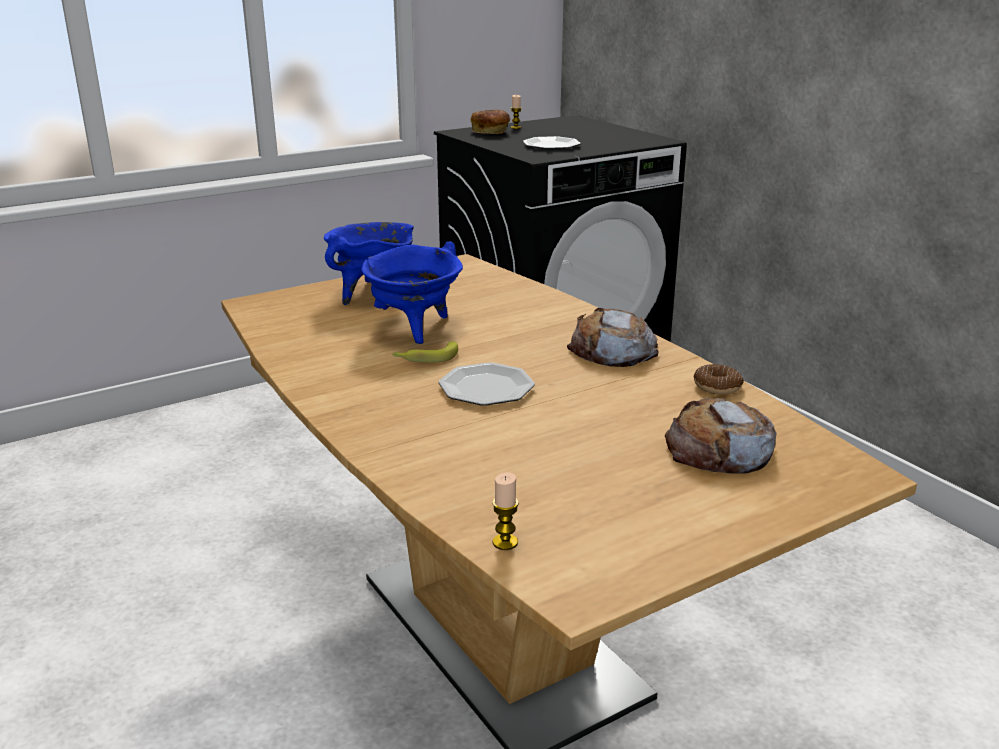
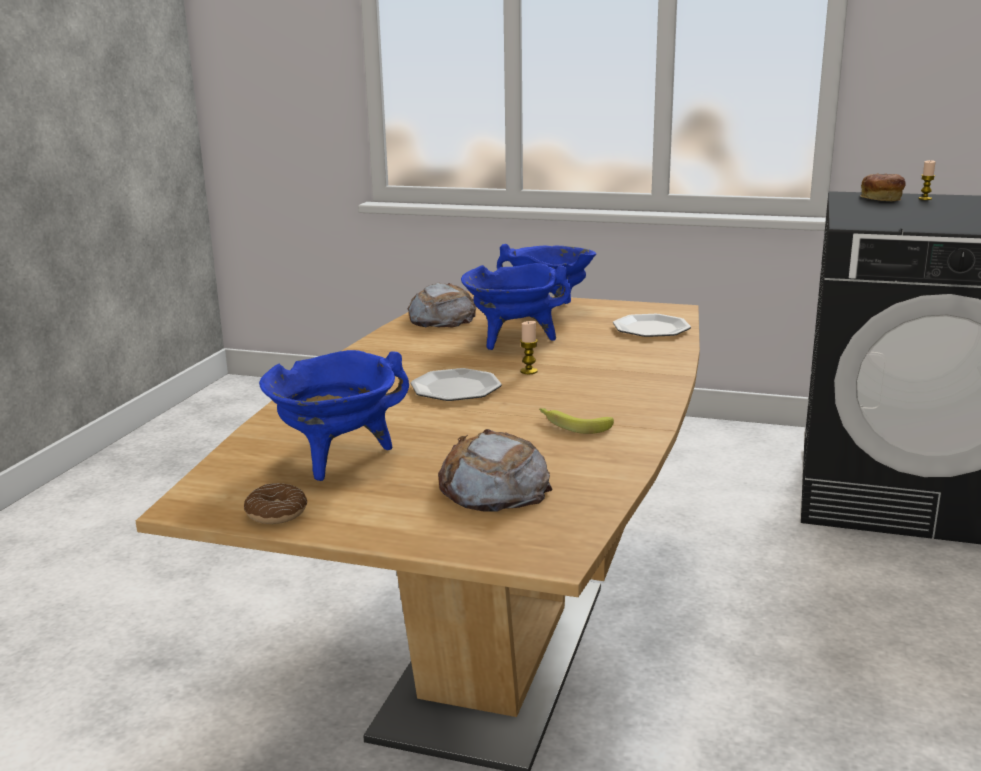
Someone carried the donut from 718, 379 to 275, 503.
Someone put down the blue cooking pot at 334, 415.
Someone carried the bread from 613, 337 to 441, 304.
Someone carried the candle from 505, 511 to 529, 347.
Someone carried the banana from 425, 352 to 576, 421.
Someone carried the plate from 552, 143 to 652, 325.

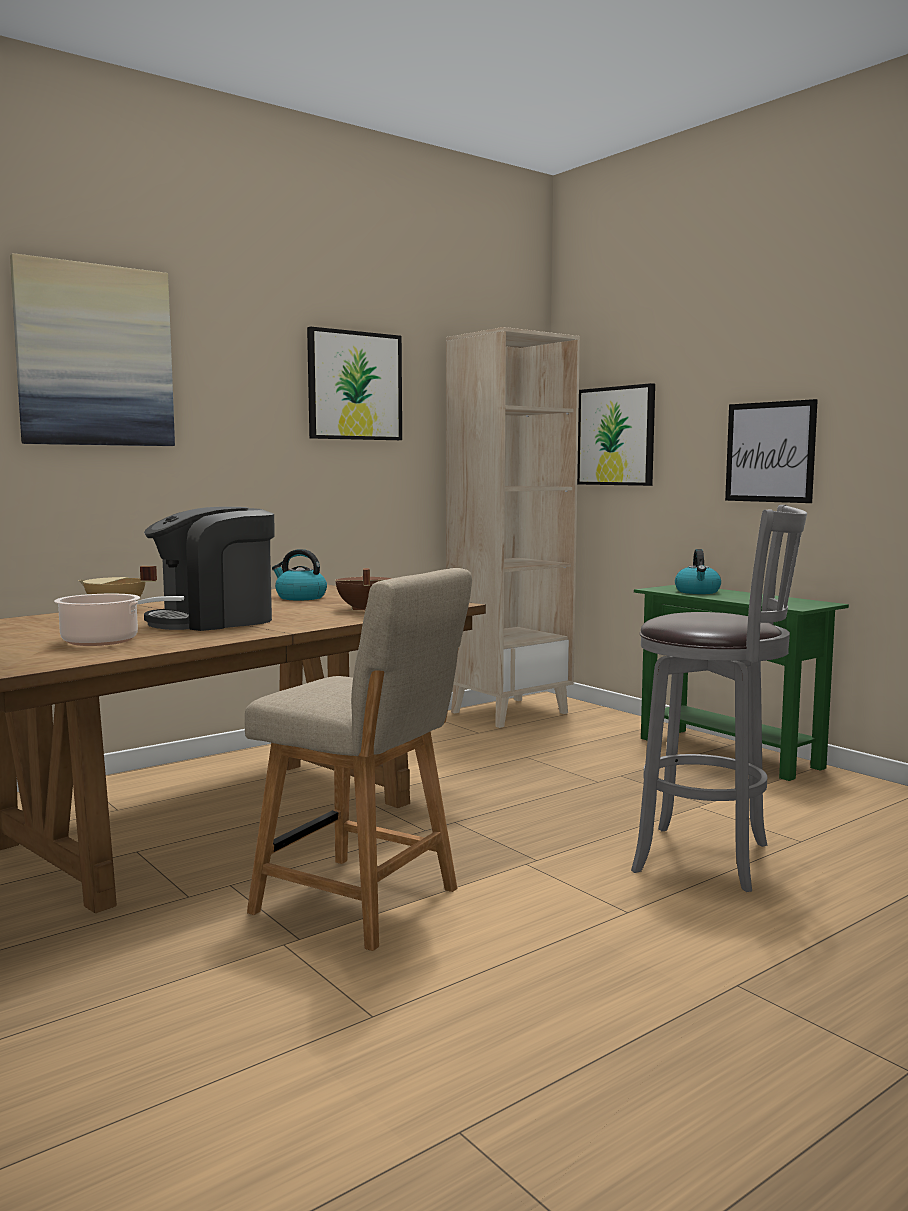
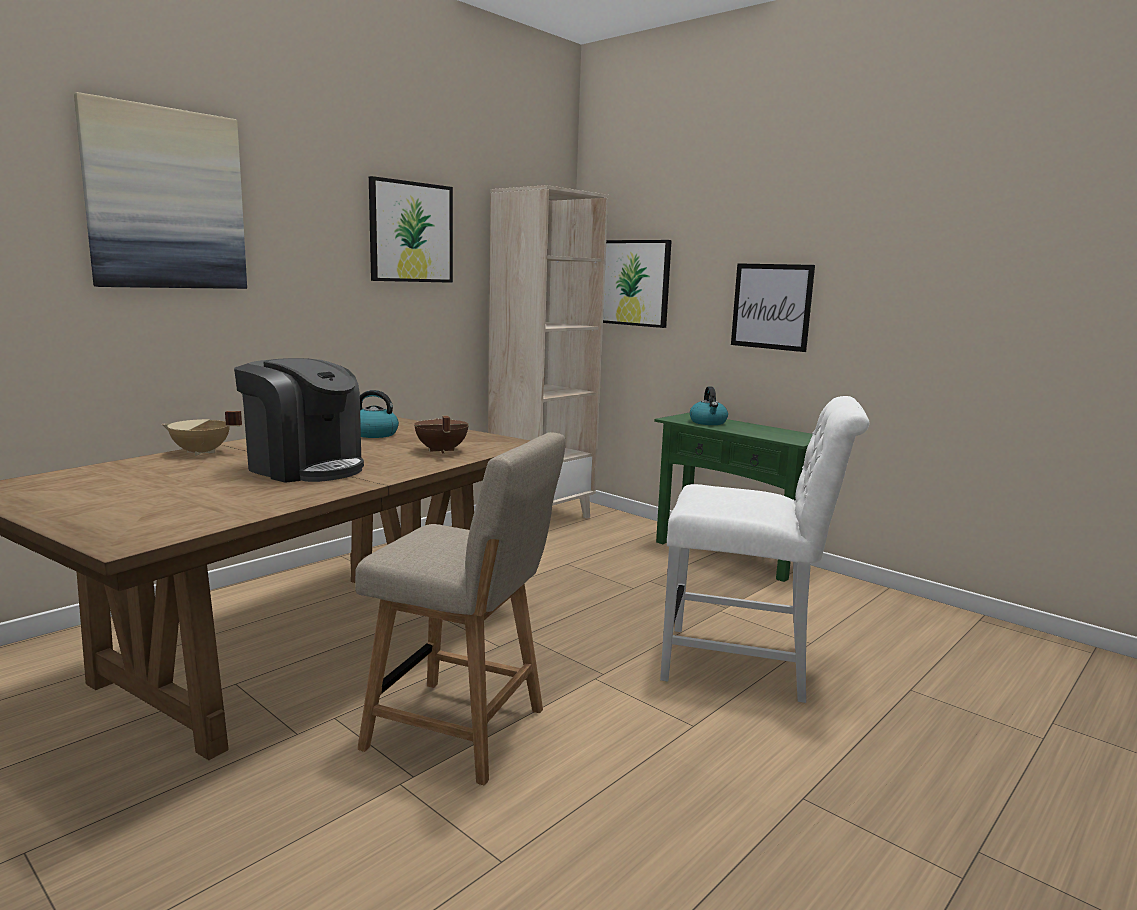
Someone rotated the coffee machine at 209, 569 by 105 degrees counterclockwise.
Someone swapped the grey stool at 719, 698 for the white chair at 764, 549.
Someone took away the cooking pot at 119, 620.

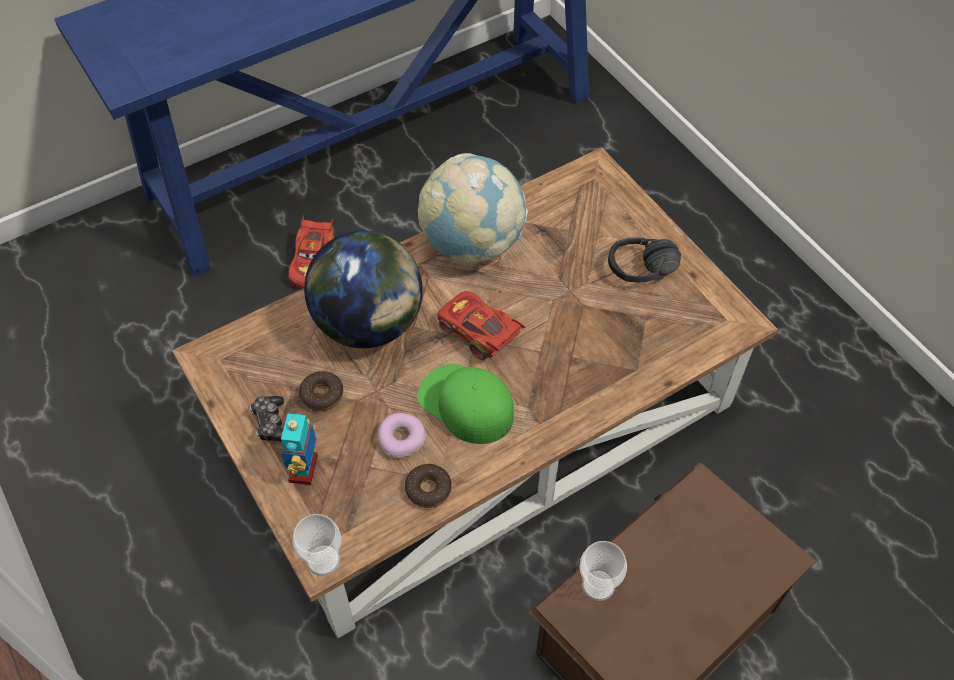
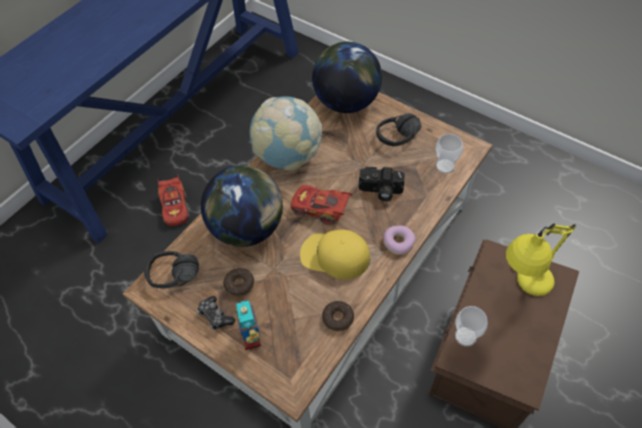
Someone put down the black headphones at 171, 269.
Someone repainted the green cap at 465, 404, which became the yellow cap at 335, 254.
Someone put down the globe at 347, 77.
Someone put down the photo camera at 382, 184.
Someone carried the donut from 401, 435 to 399, 240.
Someone carried the cup from 317, 545 to 449, 154.
Someone put down the yellow table lamp at 541, 259.

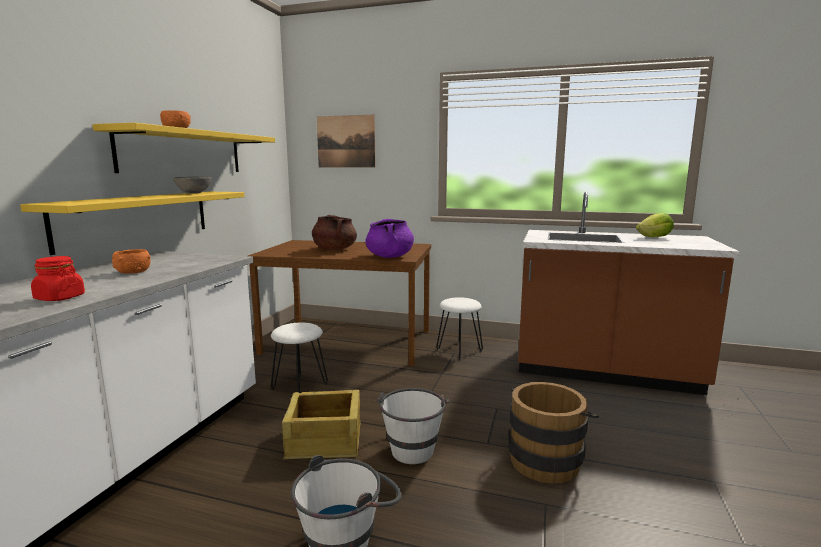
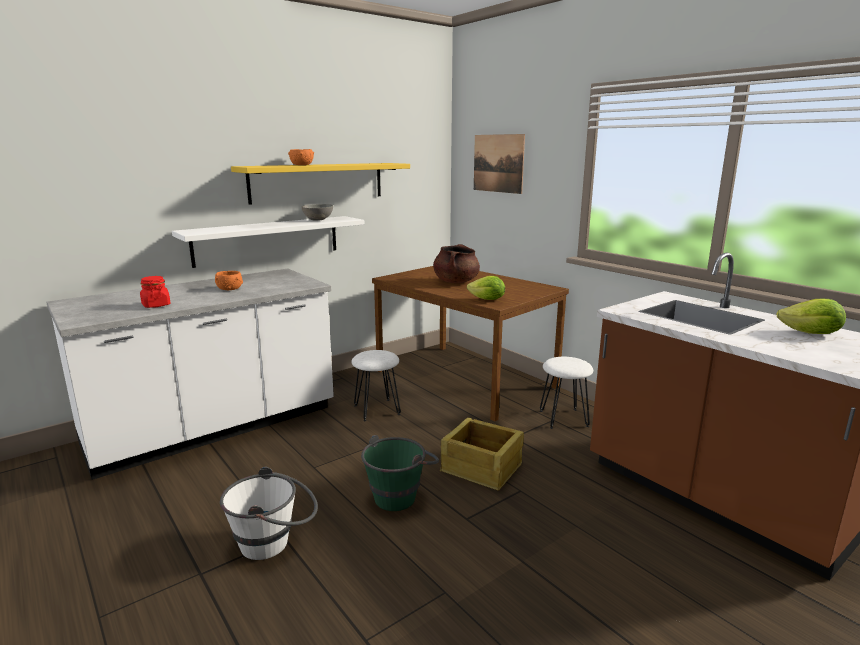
Someone repainted the yellow shelf at 132, 223, which became the white shelf at 268, 242.
Someone repainted the white bucket at 413, 426, which became the green bucket at 400, 473.
Someone carried the crate from 321, 425 to 482, 454.
Someone swapped the purple cooking pot at 389, 238 for the lettuce at 486, 288.
Someone took away the brown bucket at 553, 433.

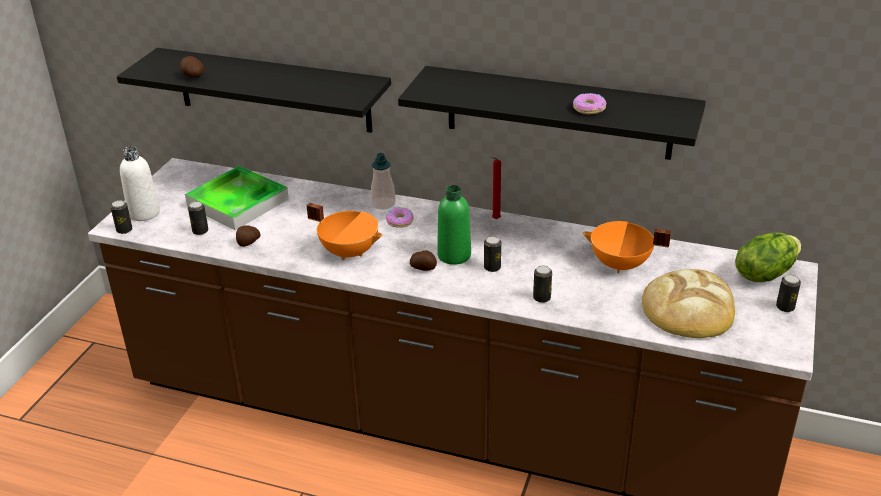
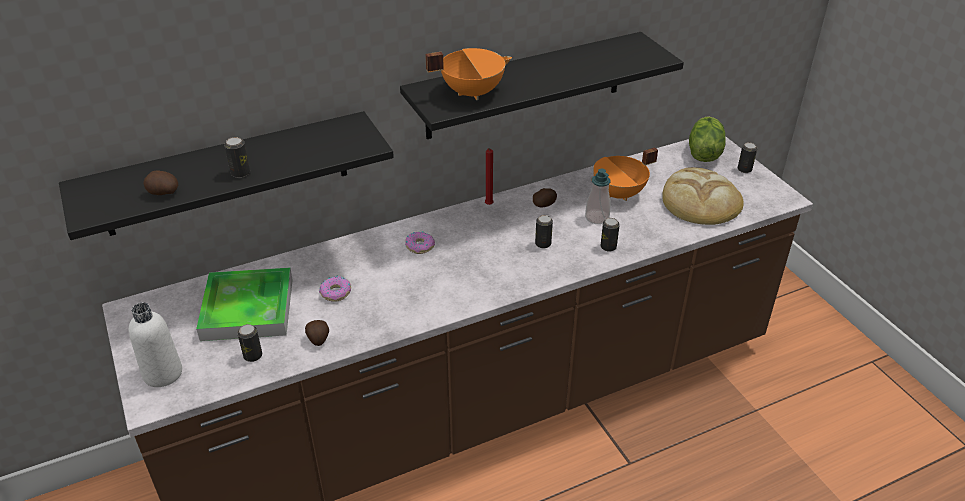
Someone carried the can from 121, 217 to 237, 157.
Someone carried the donut from 589, 103 to 335, 289.
Someone carried the orange cooking pot from 344, 231 to 468, 74.
Someone carried the potato from 423, 260 to 545, 197.
Someone carried the soap dispenser from 383, 181 to 598, 196.
Someone took away the green bottle at 454, 225.

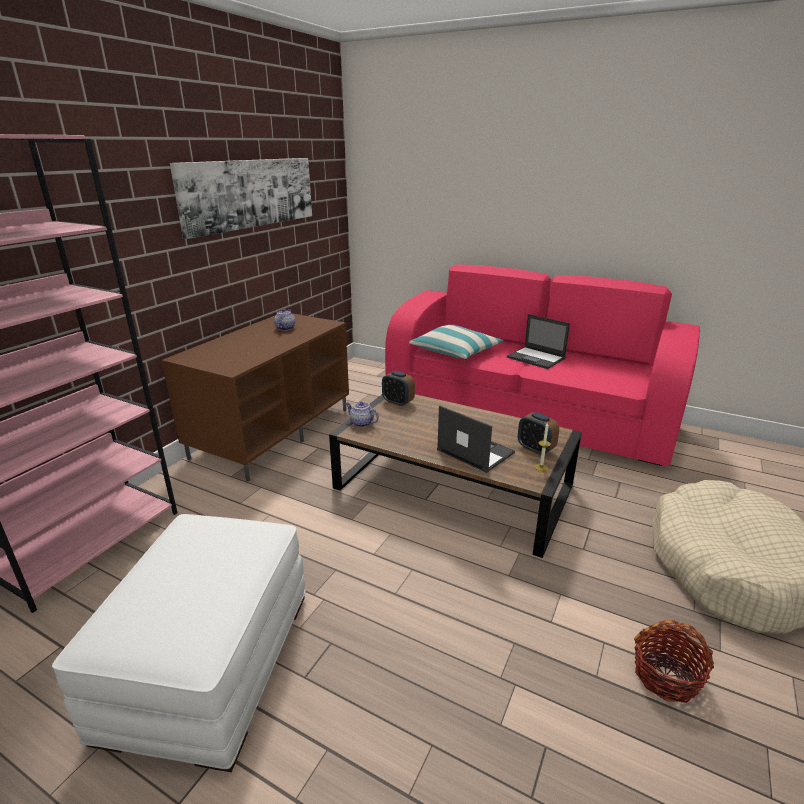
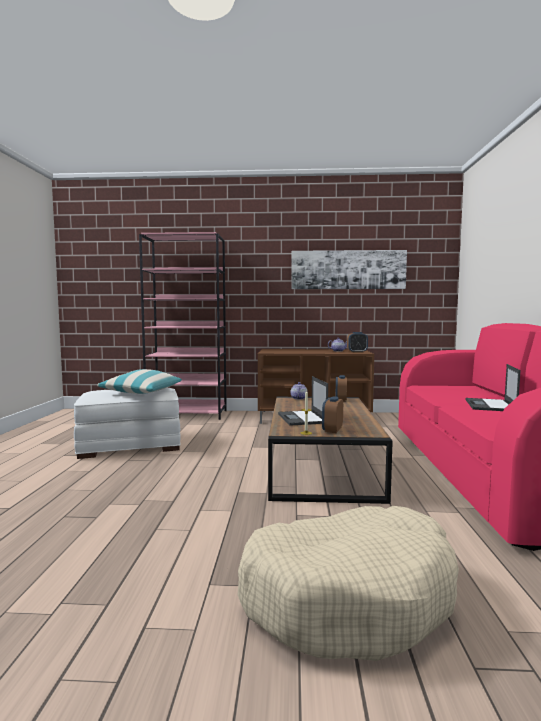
Someone carried the pillow from 456, 342 to 139, 381.
Someone rotated the laptop at 476, 439 by 150 degrees clockwise.
Someone put down the alarm clock at 357, 342.
Someone took away the basket at 674, 661.

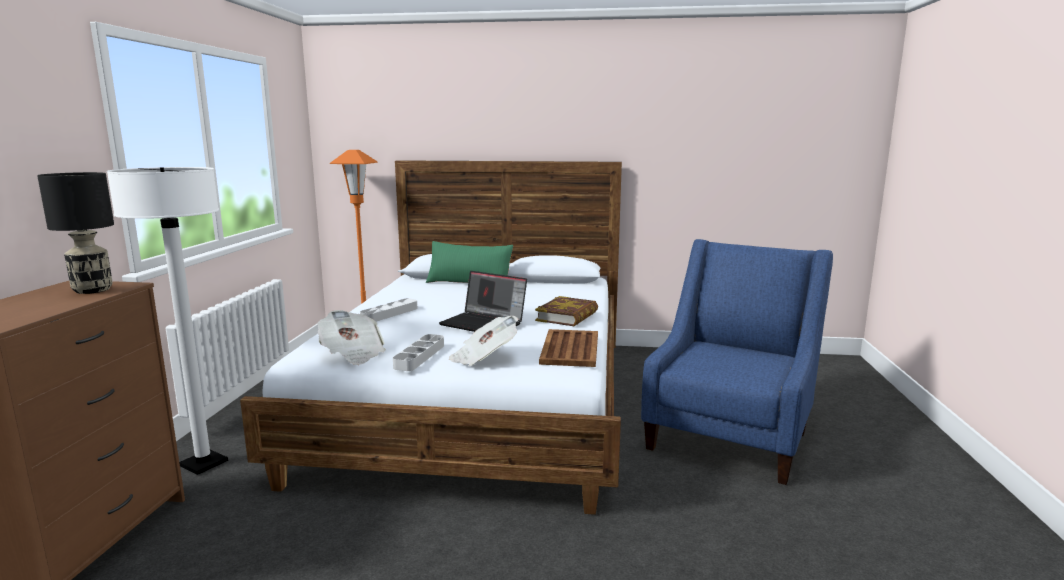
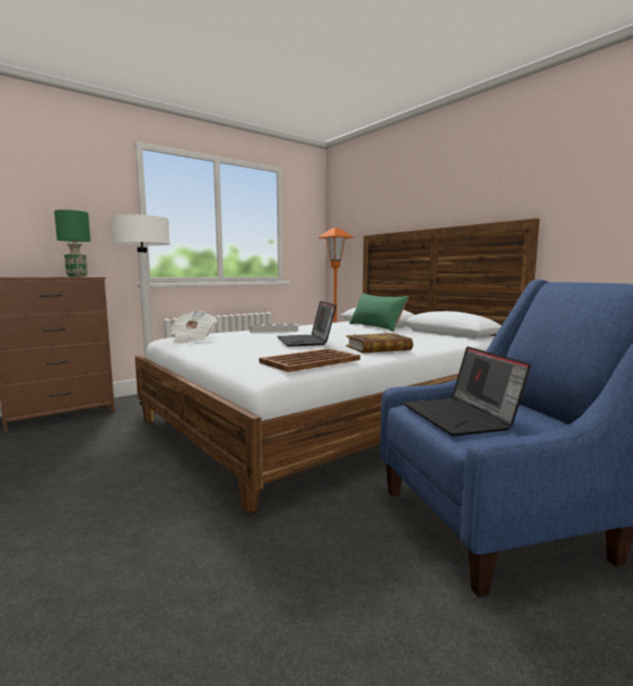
Someone repainted the black table lamp at 75, 233, which became the green table lamp at 72, 243.
Someone put down the laptop at 467, 391.
Someone took away the grey tray at 418, 352.
Someone took away the newspaper at 484, 341.

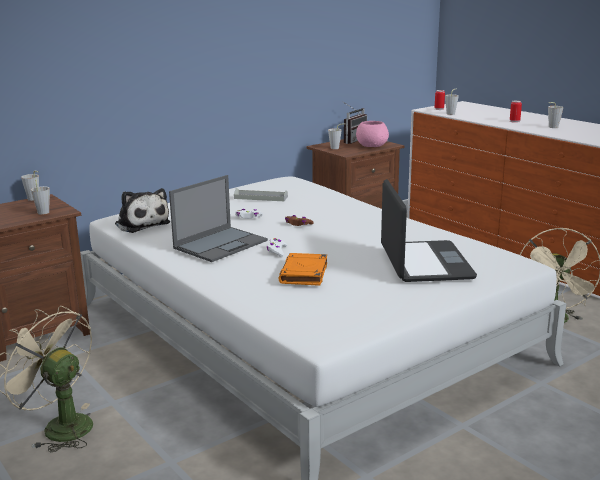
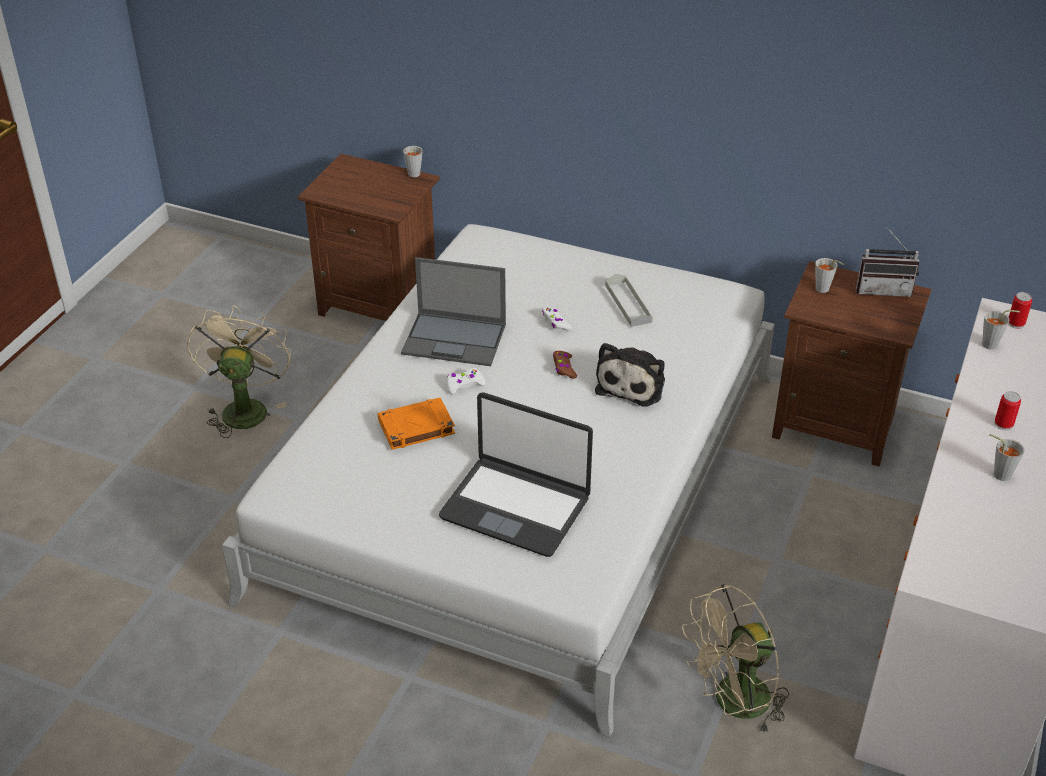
Someone rotated the laptop at 429, 230 by 60 degrees clockwise.
Someone carried the plush toy from 142, 210 to 630, 375.
Someone took away the grey cup at 40, 196.
Someone took away the pink bowl at 372, 134.

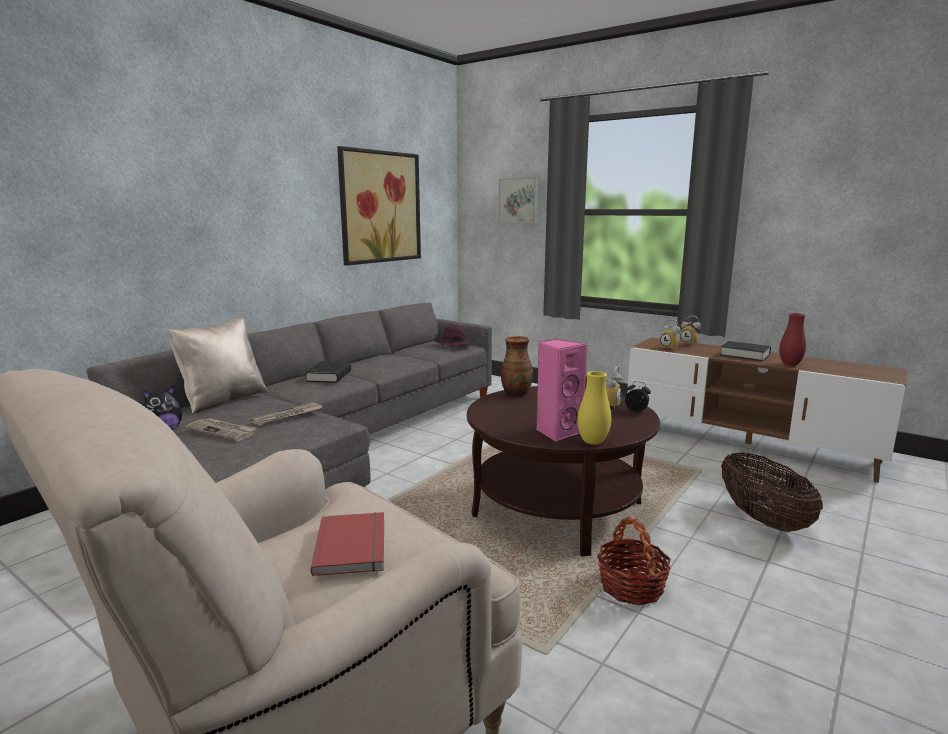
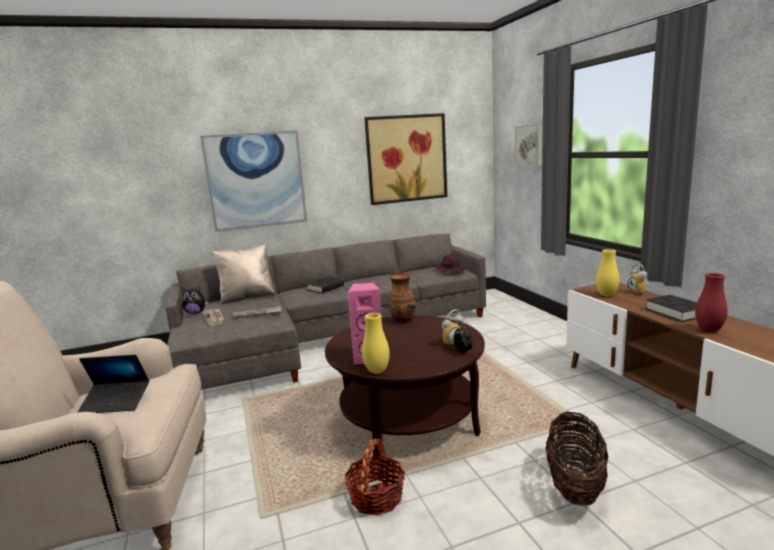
Someone swapped the red book at 347, 544 for the laptop at 113, 384.
Someone put up the picture at 253, 181.
Someone swapped the alarm clock at 670, 334 for the yellow vase at 607, 272.

